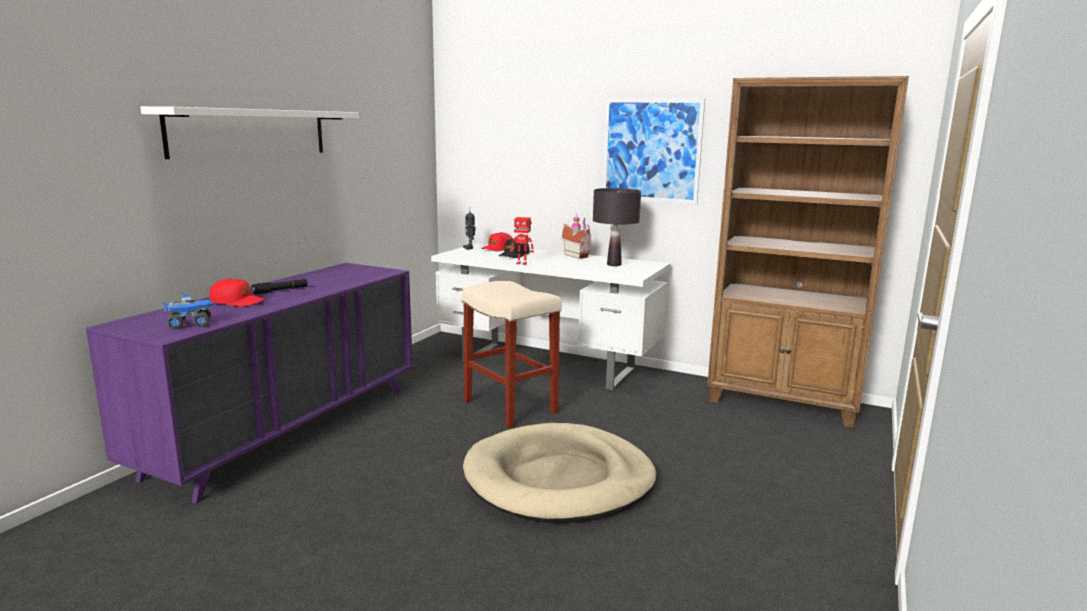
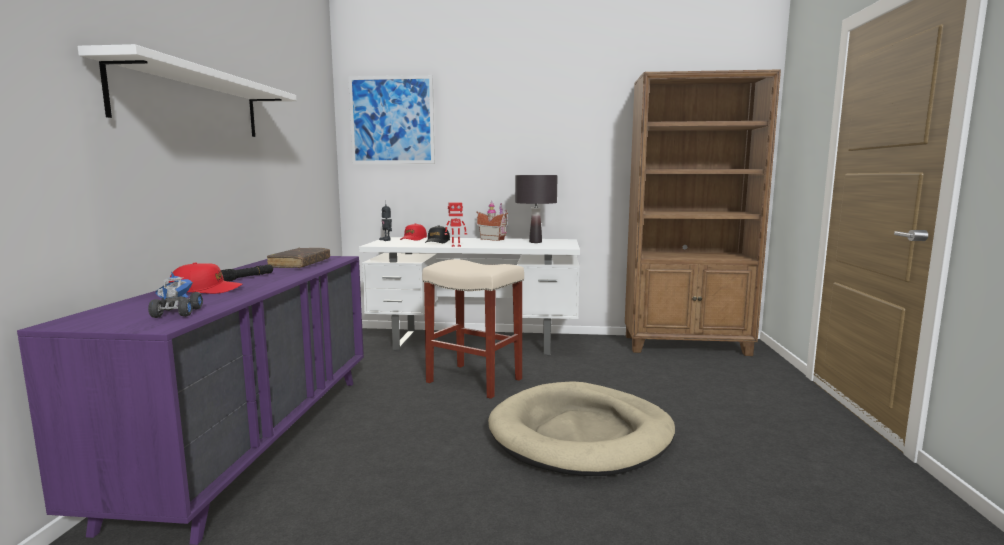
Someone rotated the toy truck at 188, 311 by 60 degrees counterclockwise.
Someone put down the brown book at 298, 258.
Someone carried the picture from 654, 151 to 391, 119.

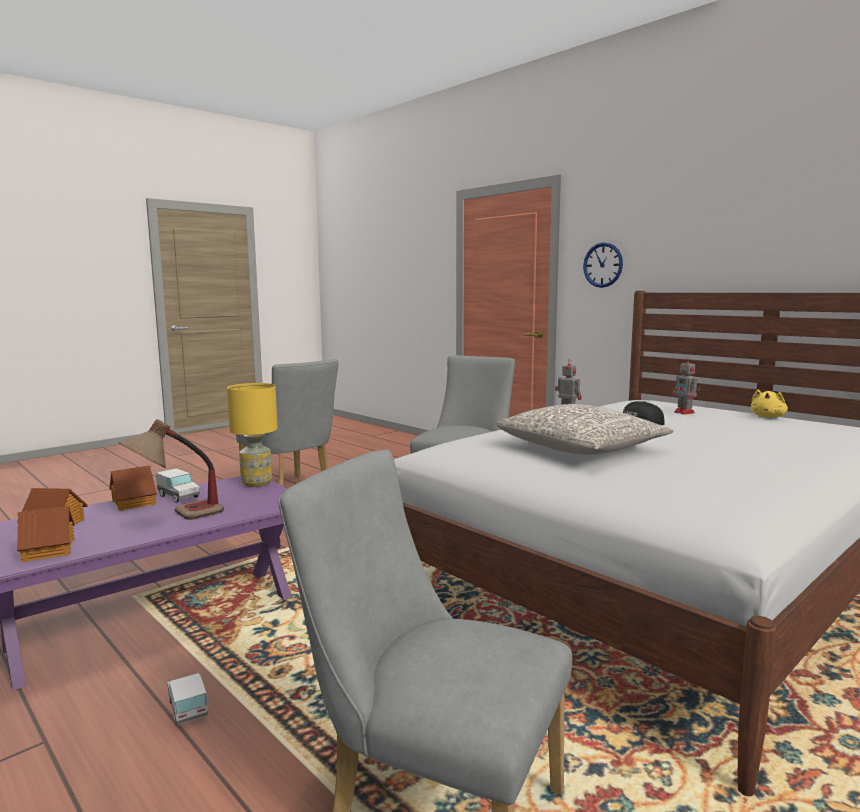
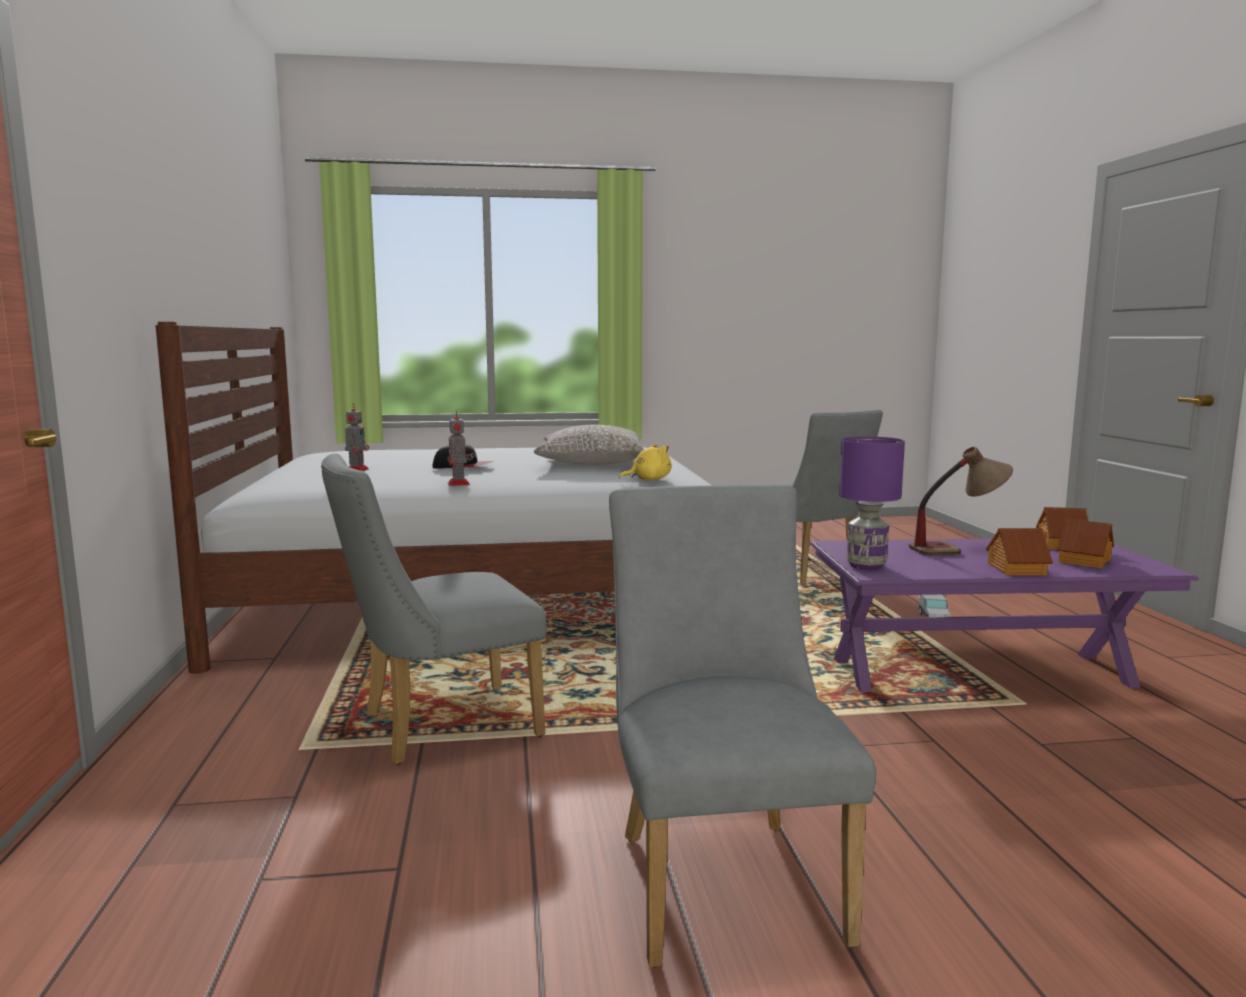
Someone carried the yellow plush toy from 769, 403 to 645, 462.
Someone repainted the yellow table lamp at 252, 435, which became the purple table lamp at 872, 503.
Someone took away the toy truck at 178, 485.
Someone took away the wall clock at 603, 265.

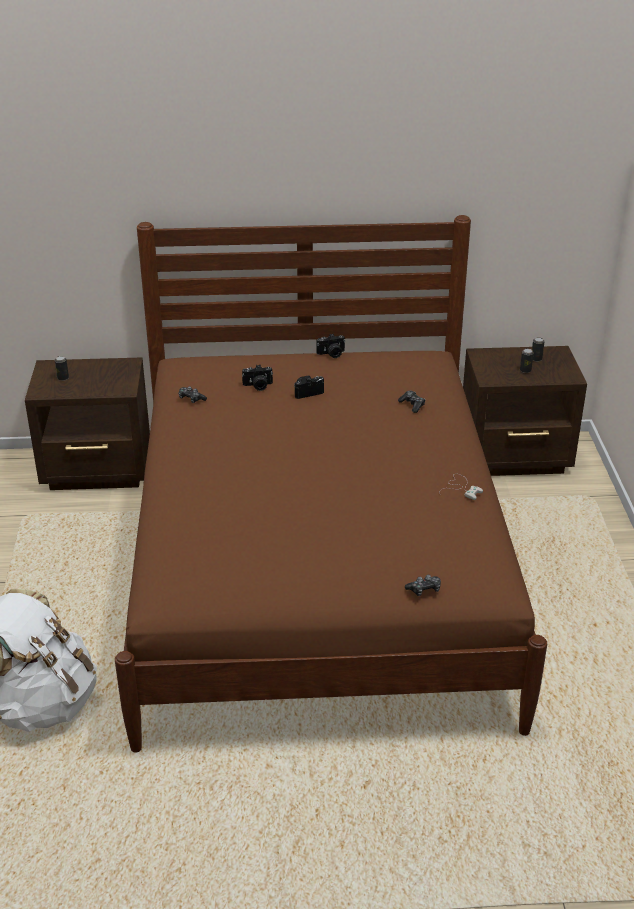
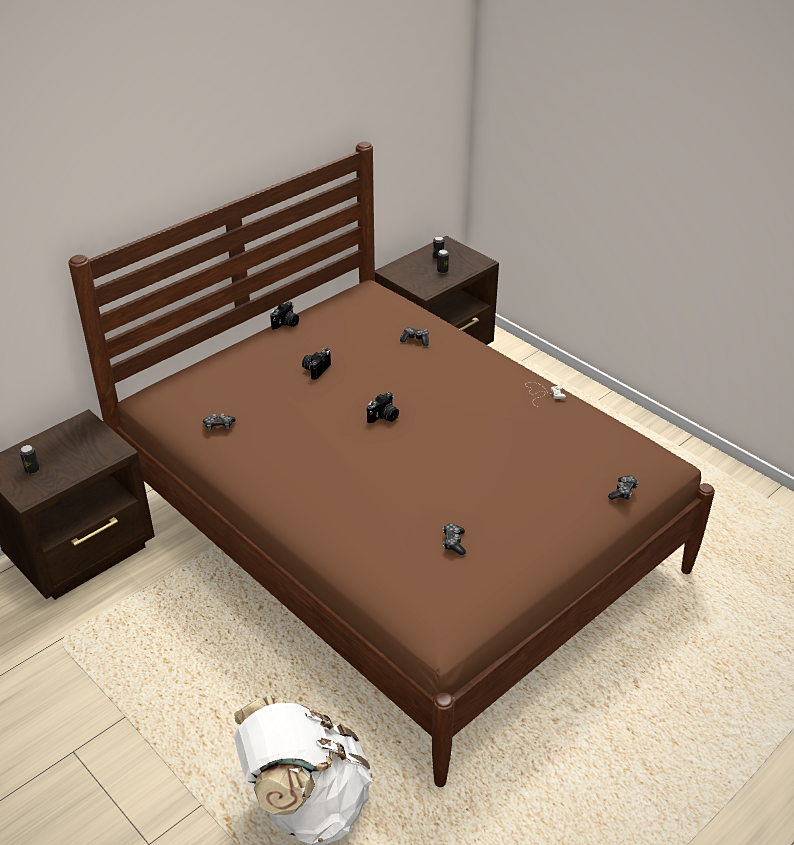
Someone carried the photo camera from 257, 378 to 383, 407.
Someone put down the game controller at 454, 539.

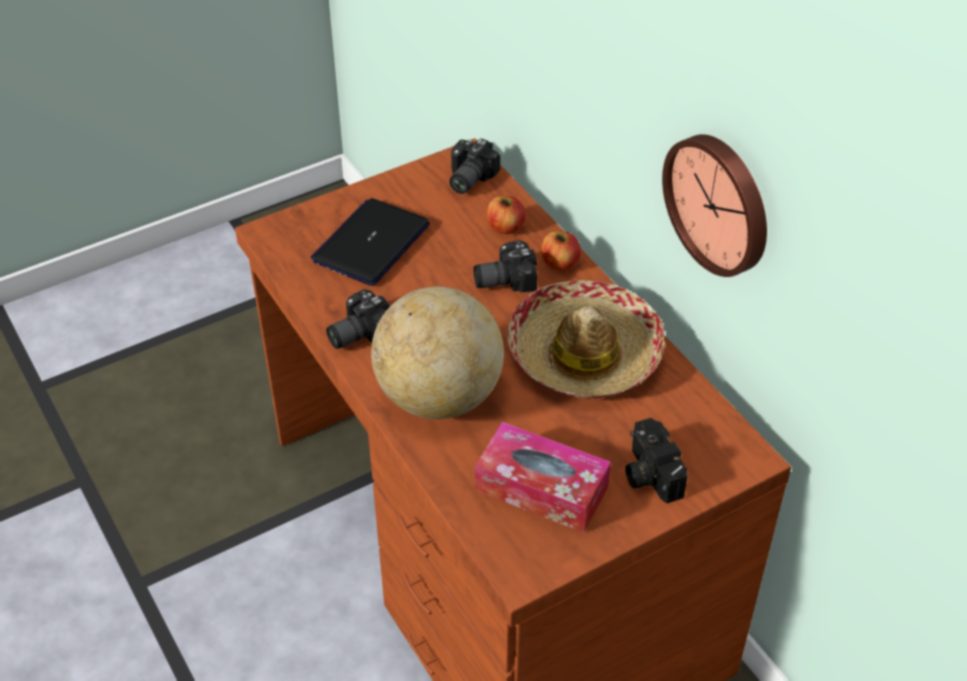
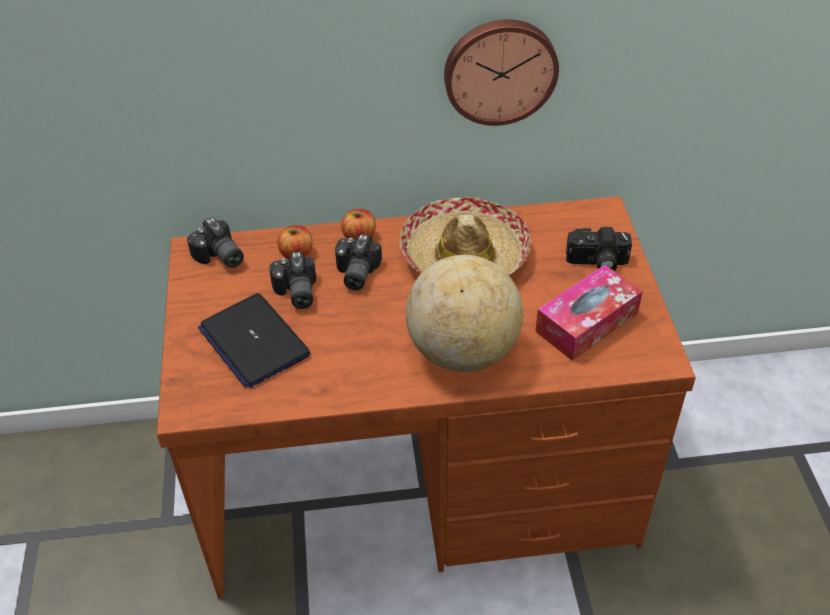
Someone carried the photo camera from 358, 319 to 292, 280.

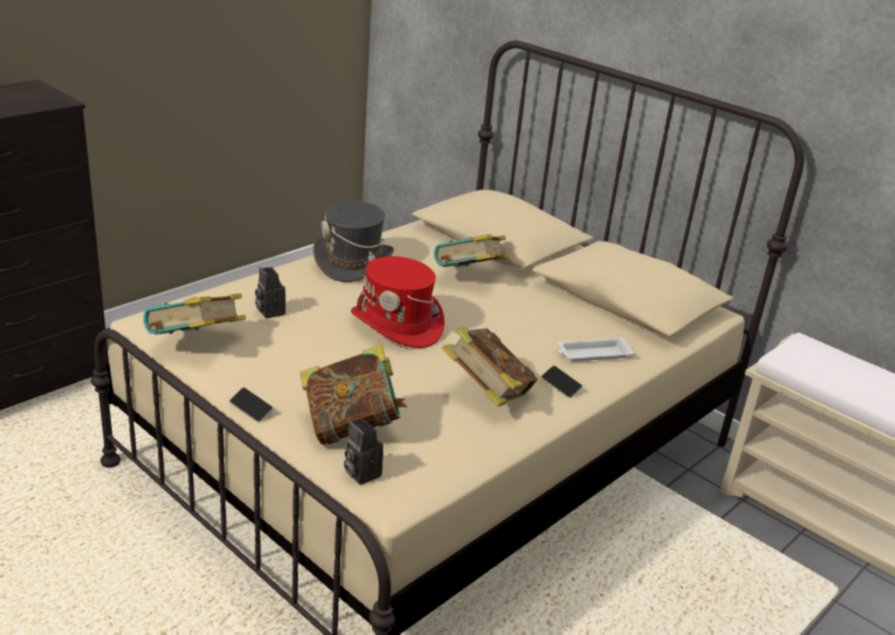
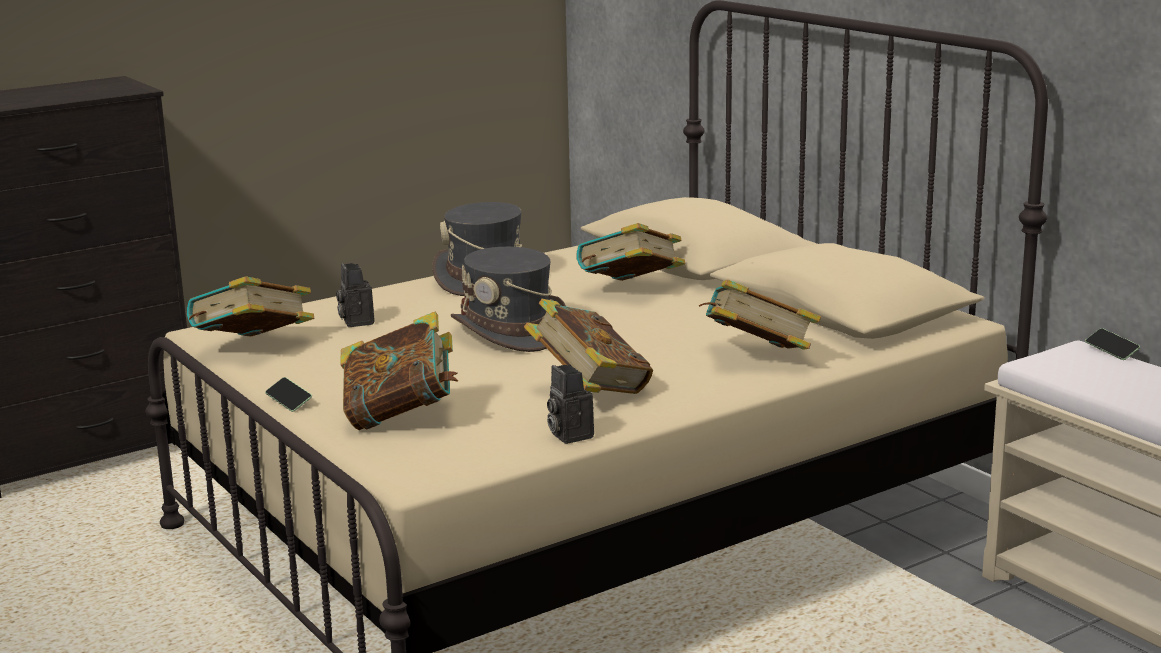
Someone repainted the red hat at 398, 302, which became the grey hat at 508, 299.
Someone carried the photo camera from 363, 452 to 570, 404.
Someone swapped the white tray at 596, 349 for the book at 760, 314.
Someone carried the phone from 562, 381 to 1112, 344.

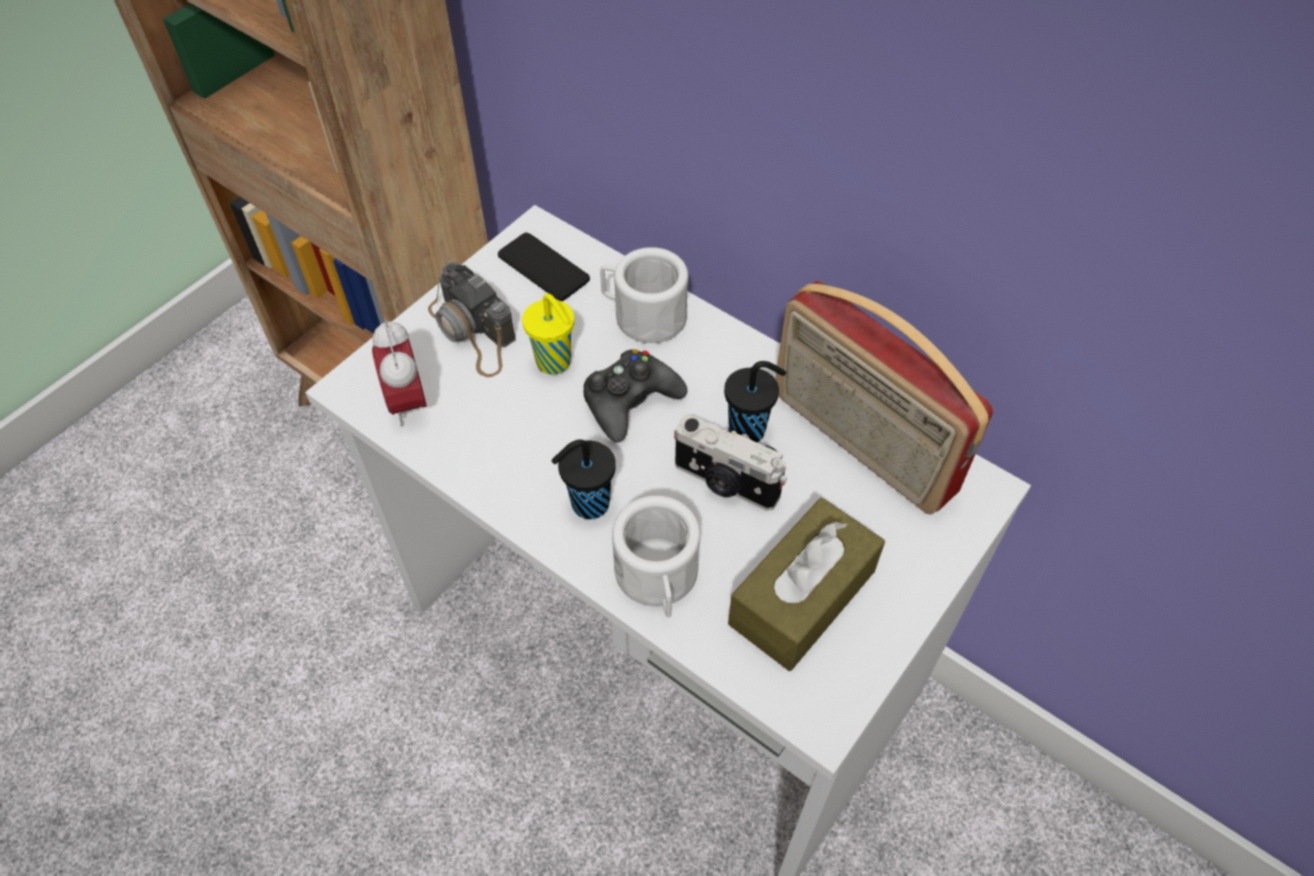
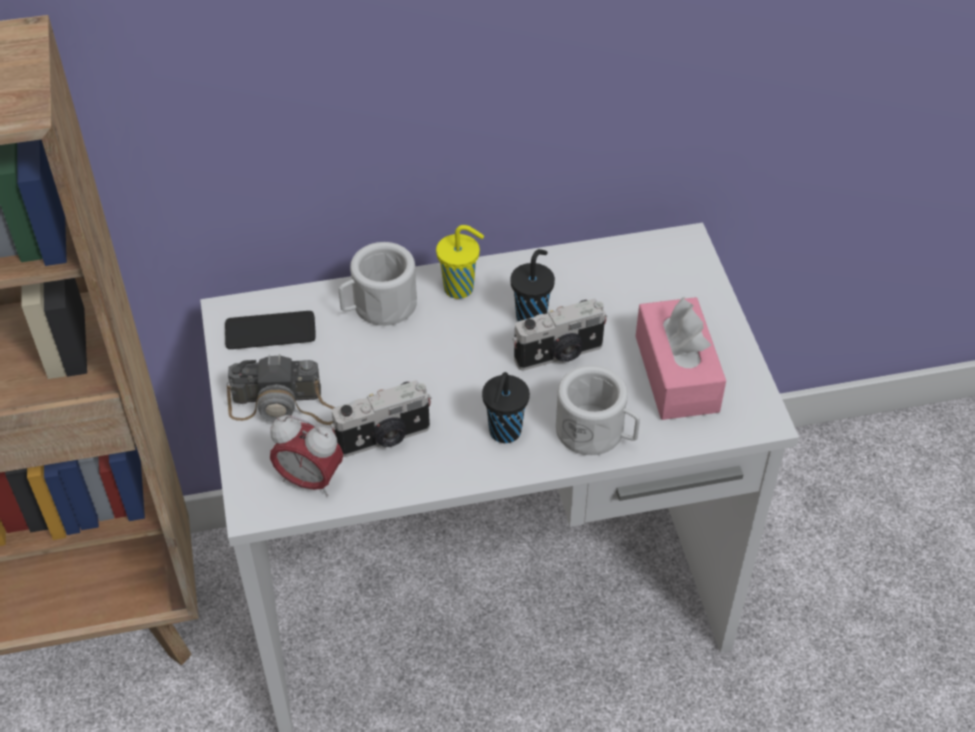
Someone put down the photo camera at 380, 418.
Someone carried the yellow cup from 548, 334 to 460, 262.
Someone repainted the brown tissue box at 806, 584, which became the pink tissue box at 681, 358.
Someone took away the black game controller at 635, 396.
Someone took away the radio at 884, 397.

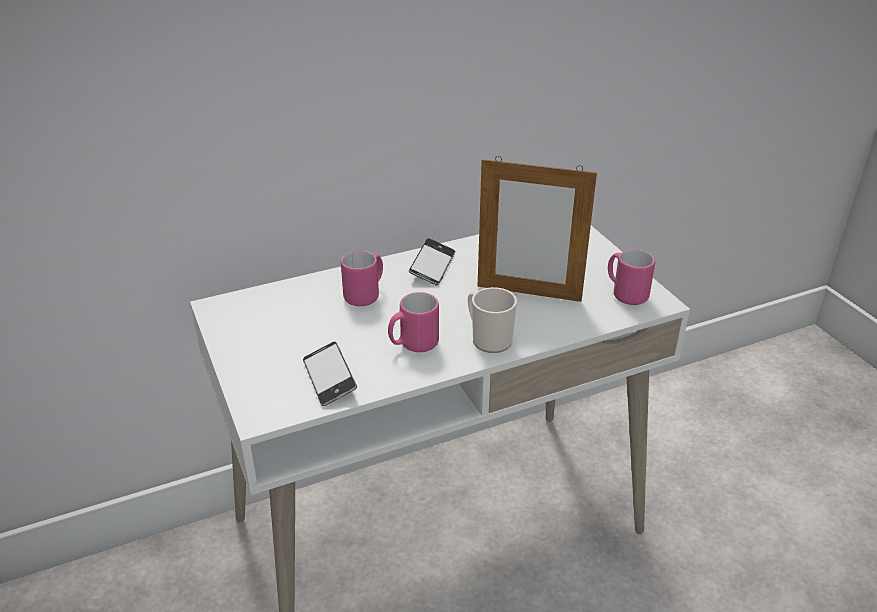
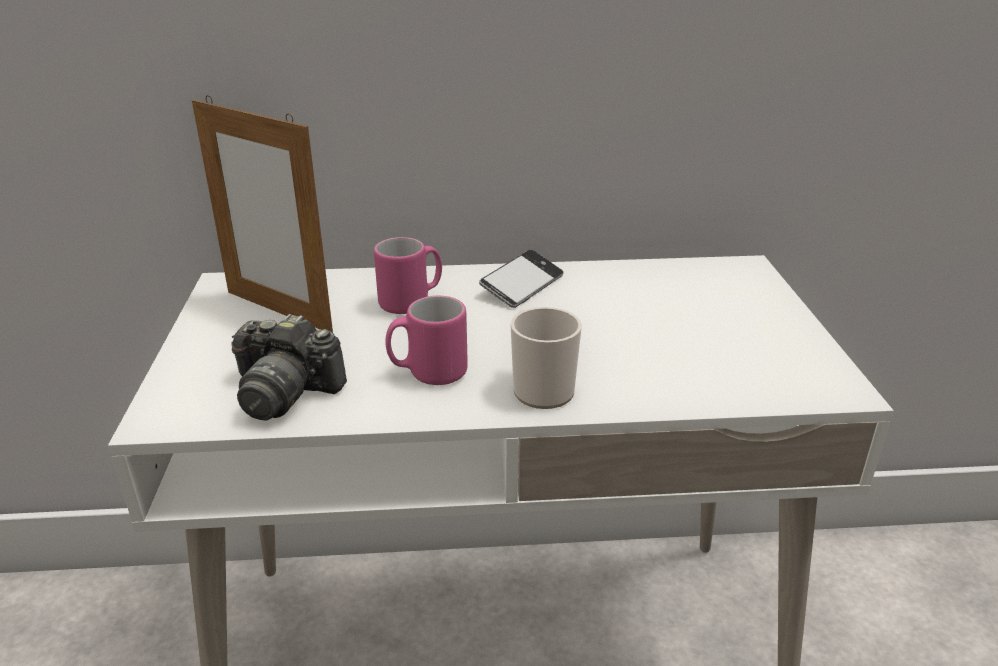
Someone carried the picture frame from 537, 229 to 262, 214.
Someone swapped the phone at 330, 374 for the photo camera at 289, 367.
Someone took away the pink mug at 631, 277.

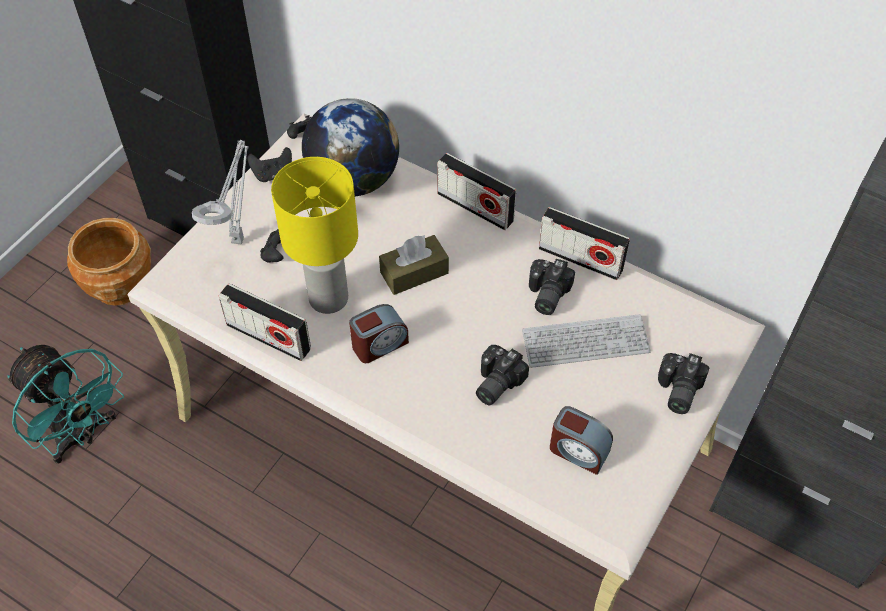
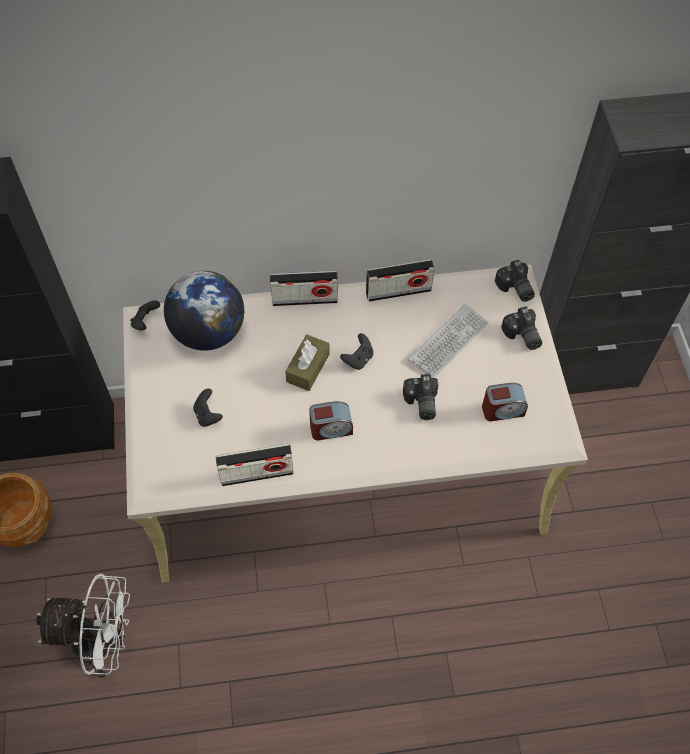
Someone repainted the turquoise fan at 65, 404, which became the white fan at 83, 626.
Someone rotated the alarm clock at 379, 333 by 60 degrees clockwise.
Someone carried the black game controller from 270, 164 to 356, 351.
Someone carried the photo camera from 552, 287 to 515, 281.
Someone took away the grey table lamp at 220, 192.
Someone took away the yellow table lamp at 314, 235.

